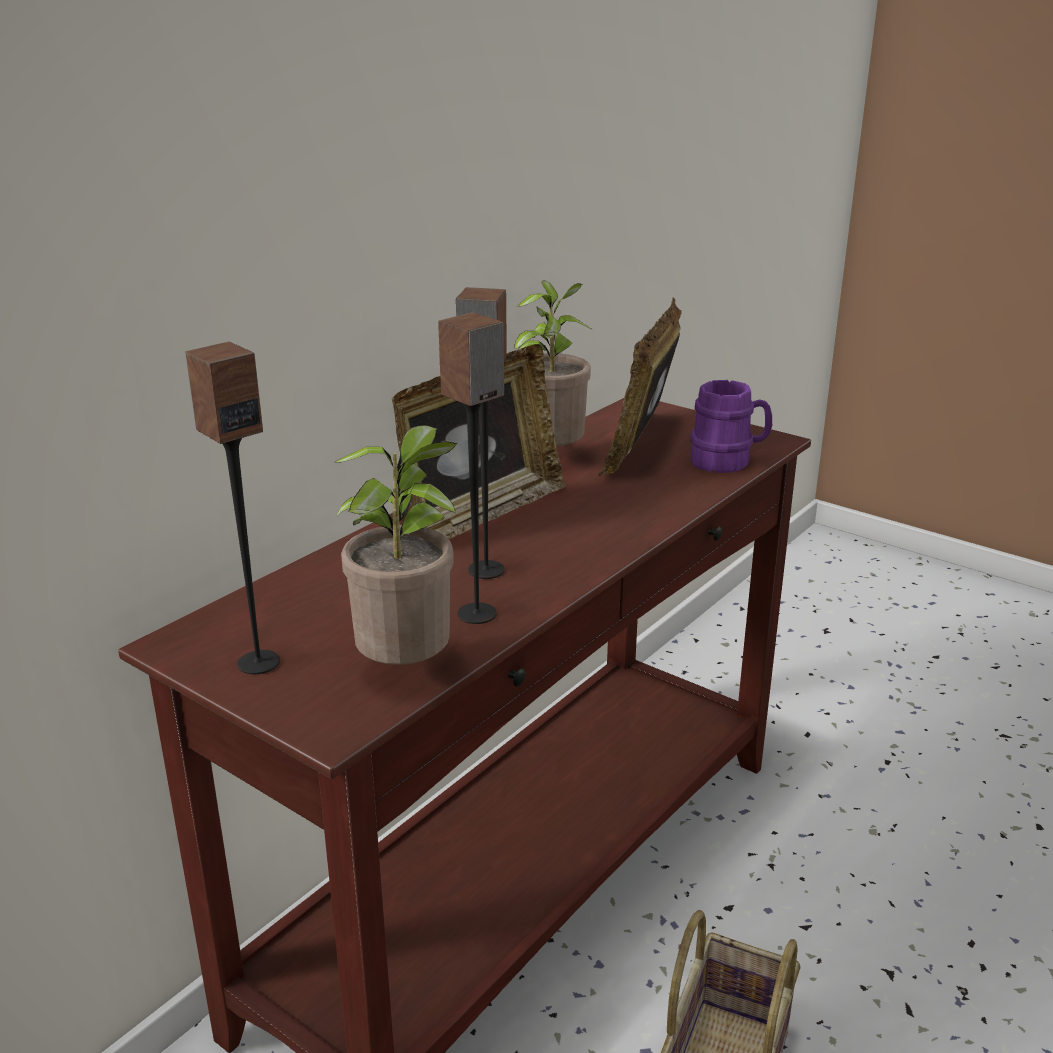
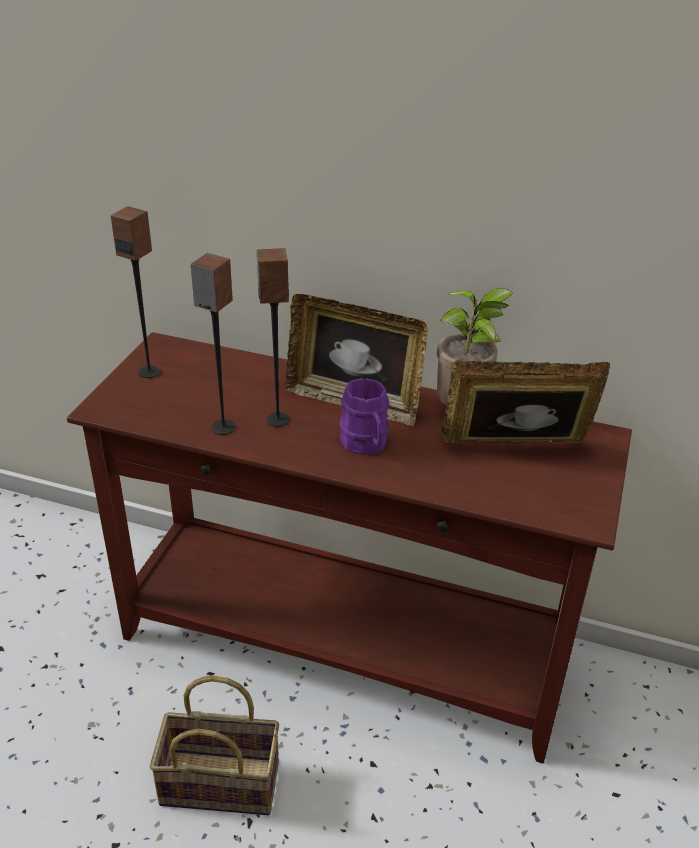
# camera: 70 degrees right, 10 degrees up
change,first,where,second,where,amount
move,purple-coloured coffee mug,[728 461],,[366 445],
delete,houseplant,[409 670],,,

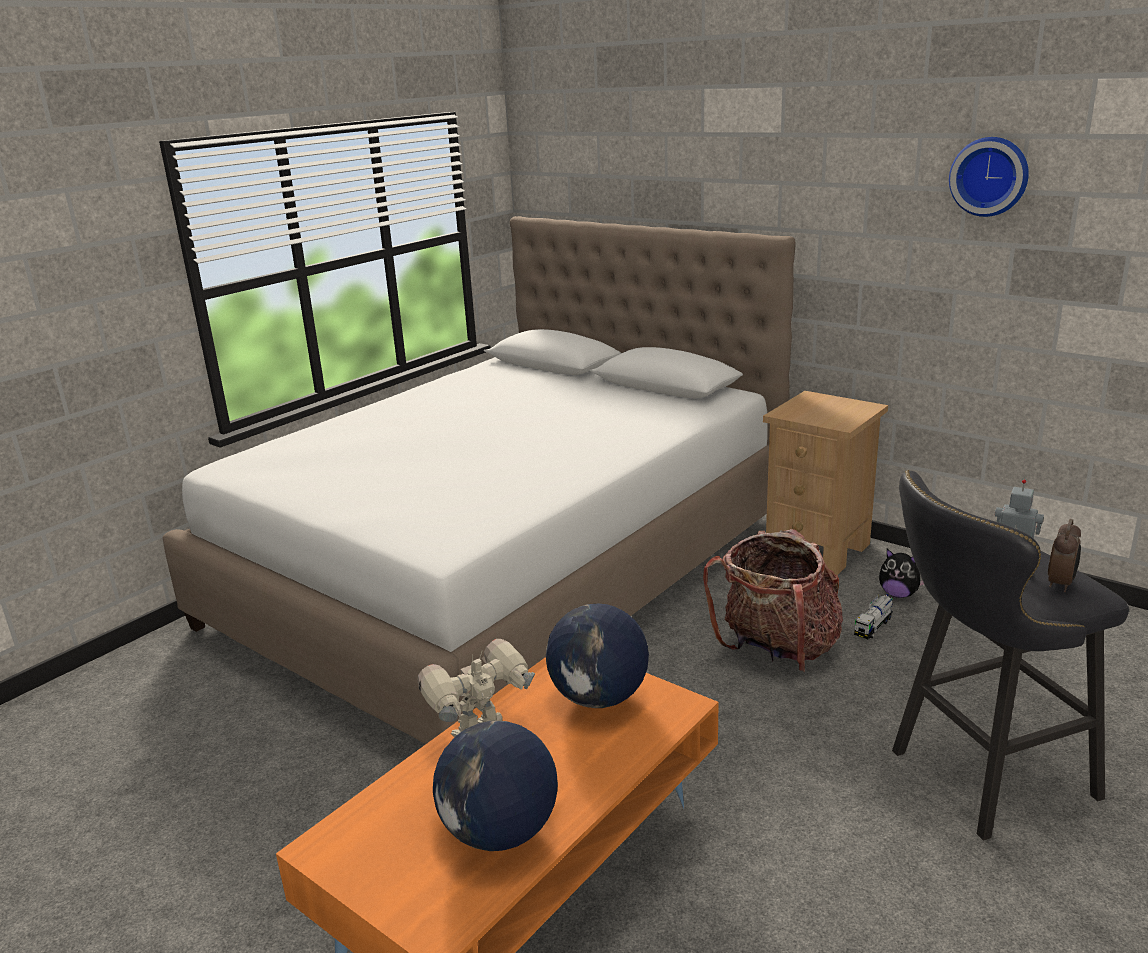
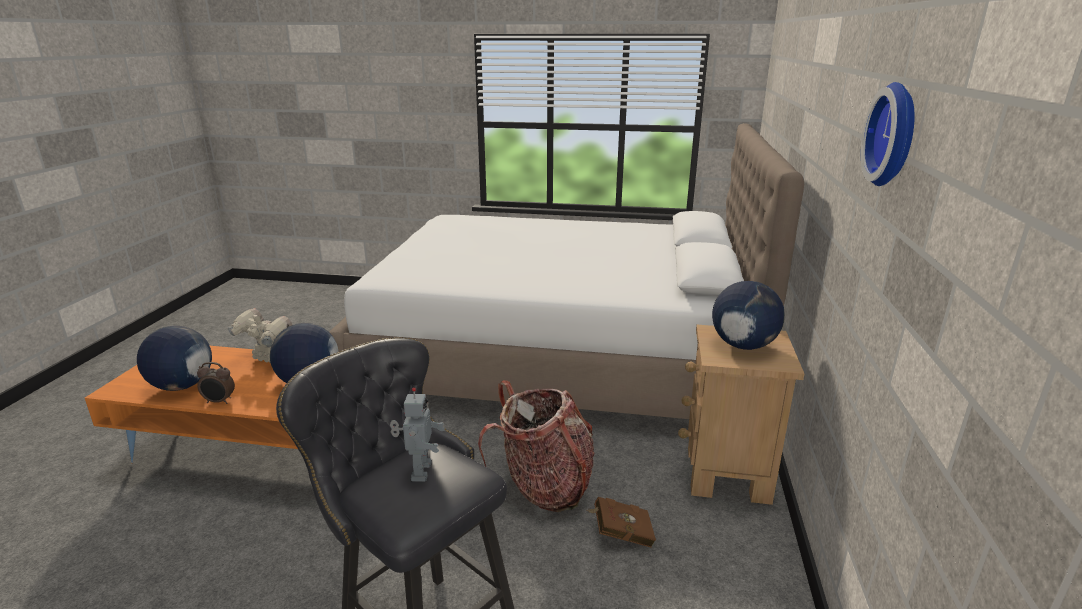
# camera: 60 degrees right, 0 degrees up
change,first,where,second,where,amount
move,alarm clock,[1061 584],,[219 401],
replace,toy lorry,[873 626],brown-coloured bound book,[620 533],
insert,,,globe,[743 345],
delete,plush toy,[898 594],,,

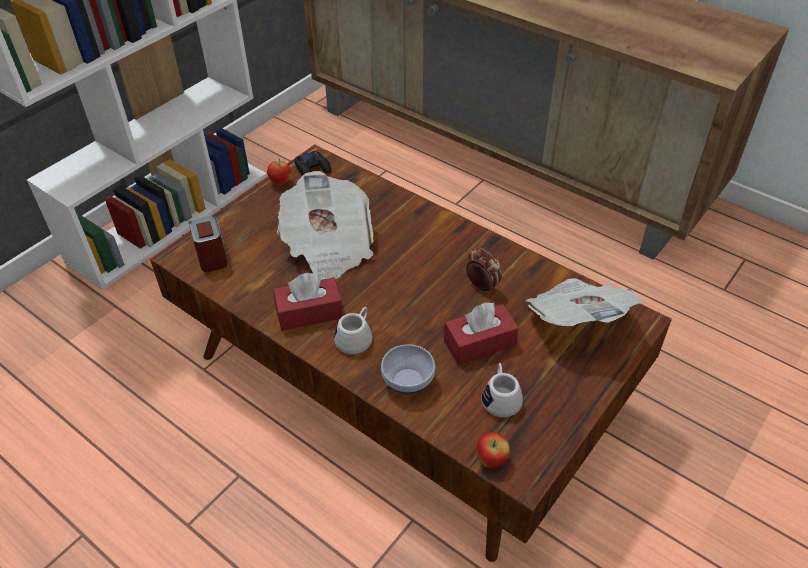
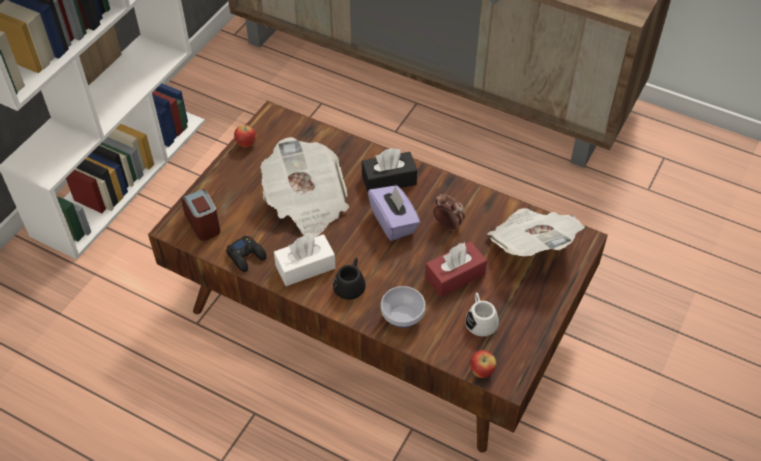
# camera: 10 degrees left, 5 degrees up
change,first,where,second,where,amount
move,black-coloured game controller,[313 169],,[246 256],
recolor,red tissue box,[309 312],white-coloured tissue box,[305 267],
recolor,white-coloured coffee mug,[356 337],black-coloured coffee mug,[350 284],
insert,,,black-coloured tissue box,[389 180],
insert,,,purple-coloured tissue box,[393 222],

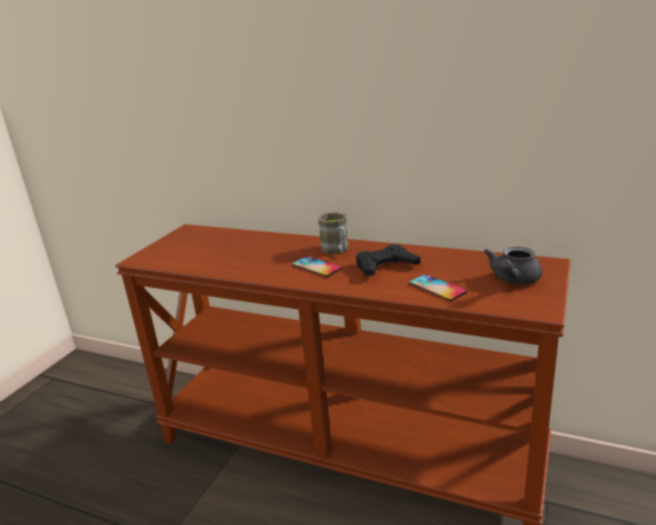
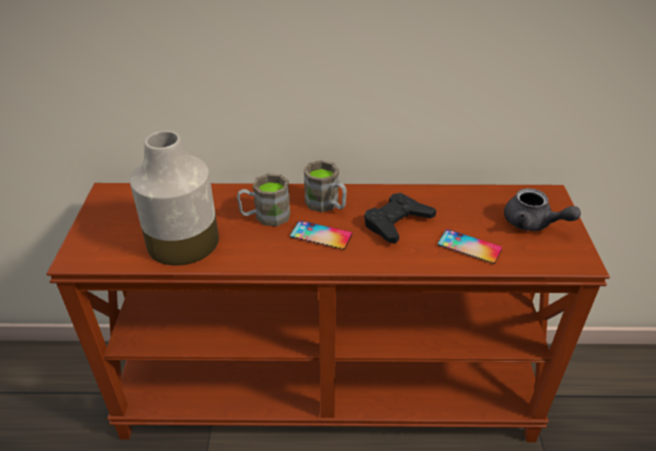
# camera: 25 degrees left, 15 degrees up
change,first,where,second,where,amount
insert,,,beige-coloured flower vase,[182 241],
insert,,,brown-coloured coffee mug,[265 216],
rotate,gray teapot,[513 280],,[532 224],60 degrees counterclockwise

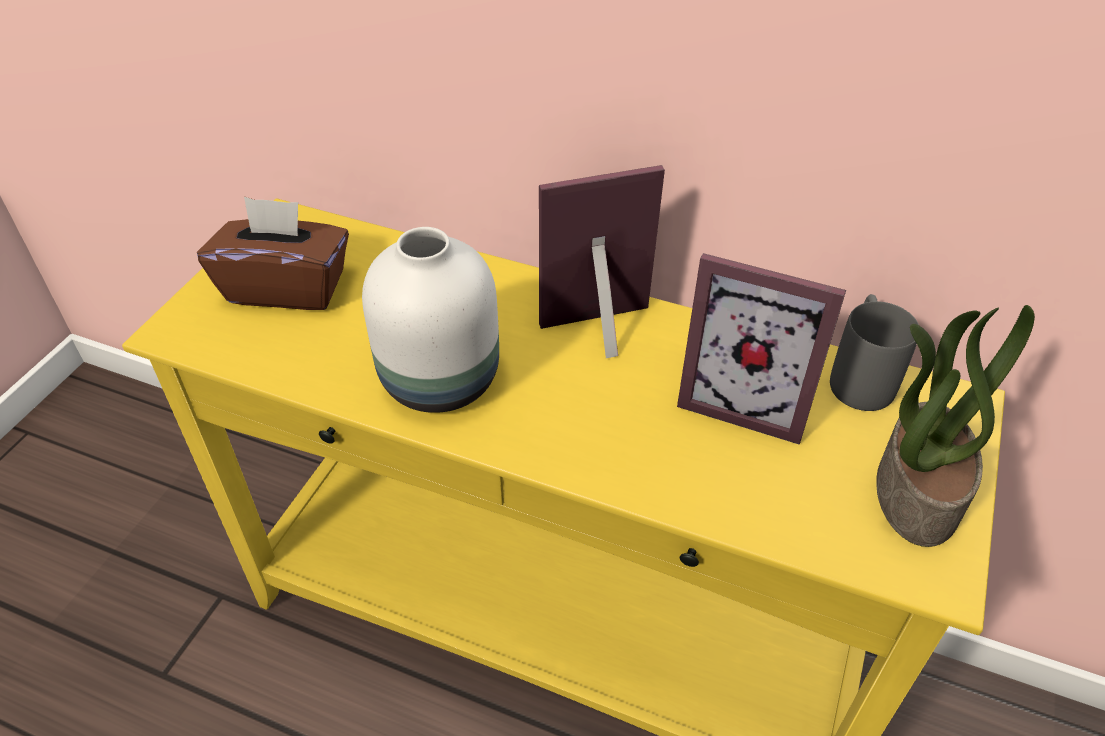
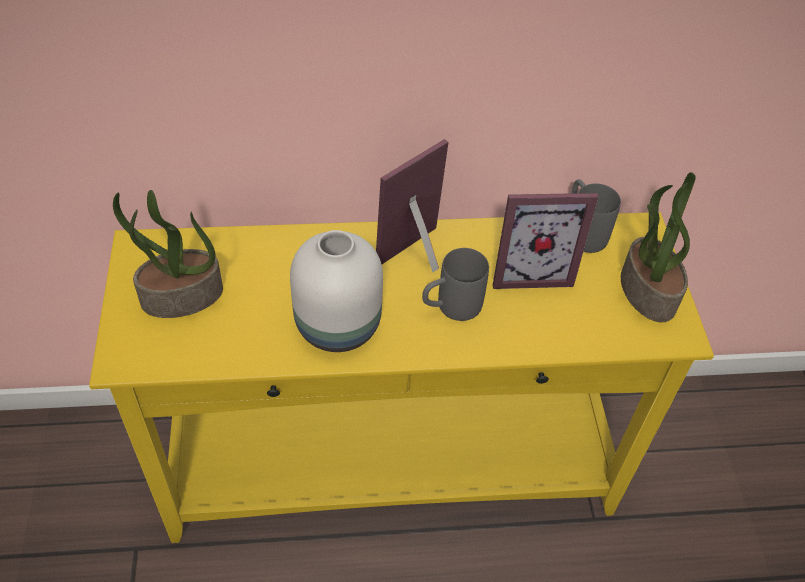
# camera: 30 degrees left, 5 degrees up
change,first,where,second,where,amount
replace,brown-coloured tissue box,[287 287],houseplant,[181 298],
insert,,,gray coffee mug,[450 307],

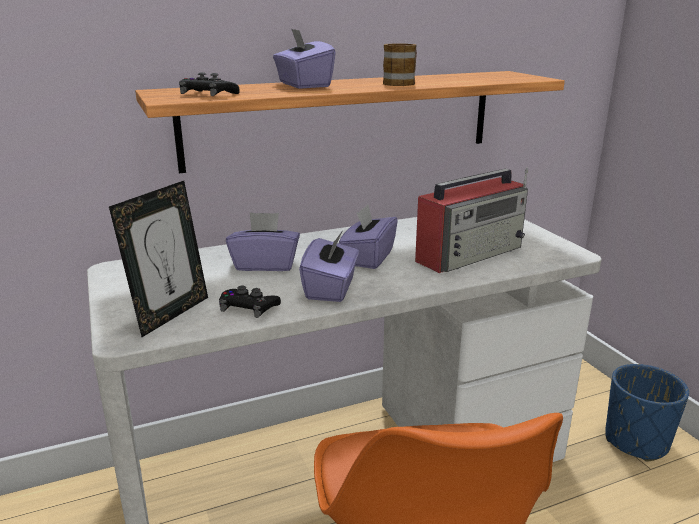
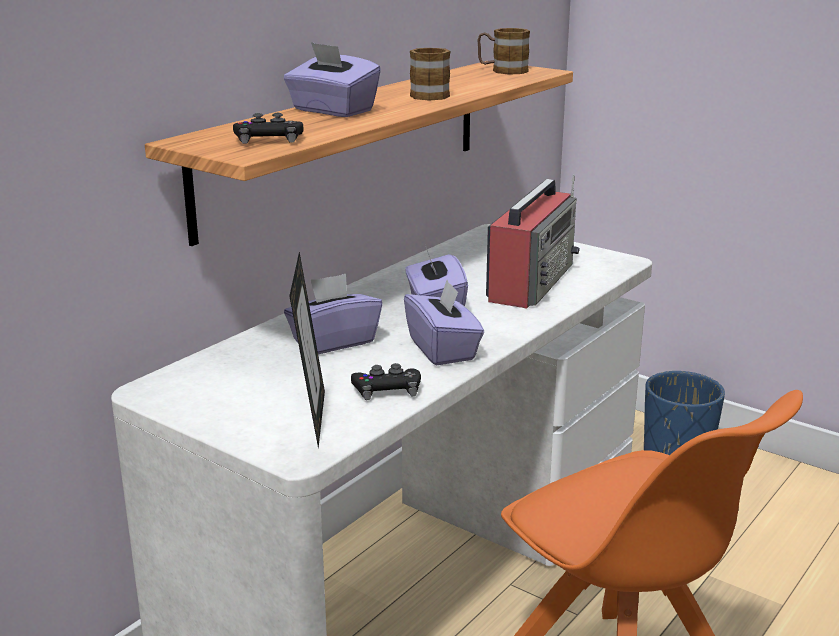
# camera: 30 degrees left, 0 degrees up
change,first,where,second,where,amount
insert,,,coffee mug,[502 71],

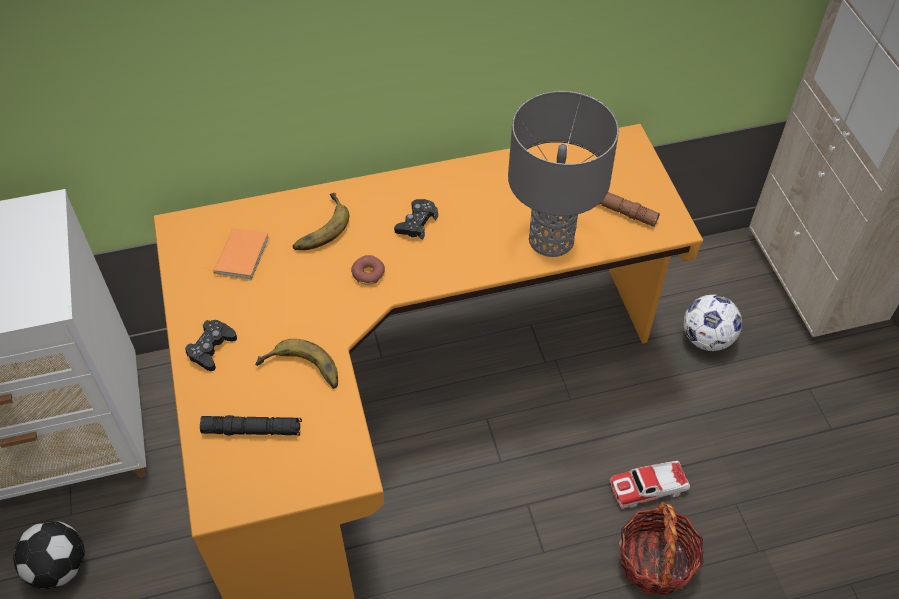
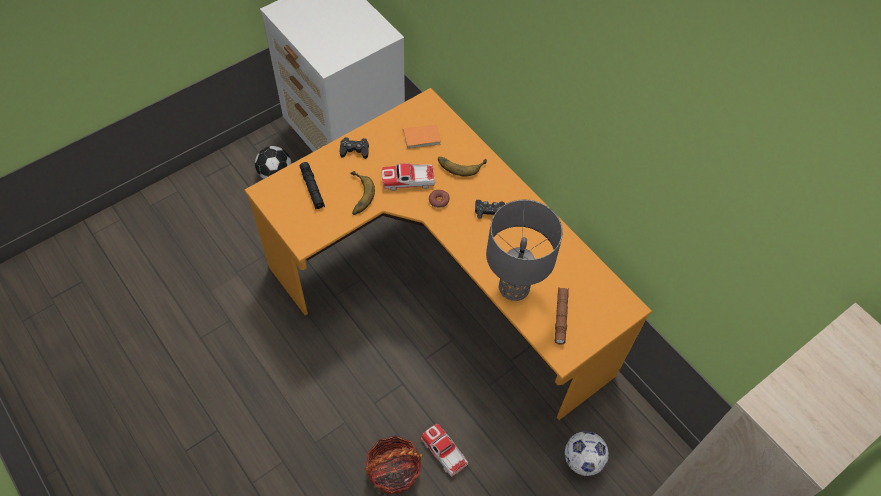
# camera: 65 degrees right, 5 degrees up
change,first,where,second,where,amount
insert,,,model car,[408 180],

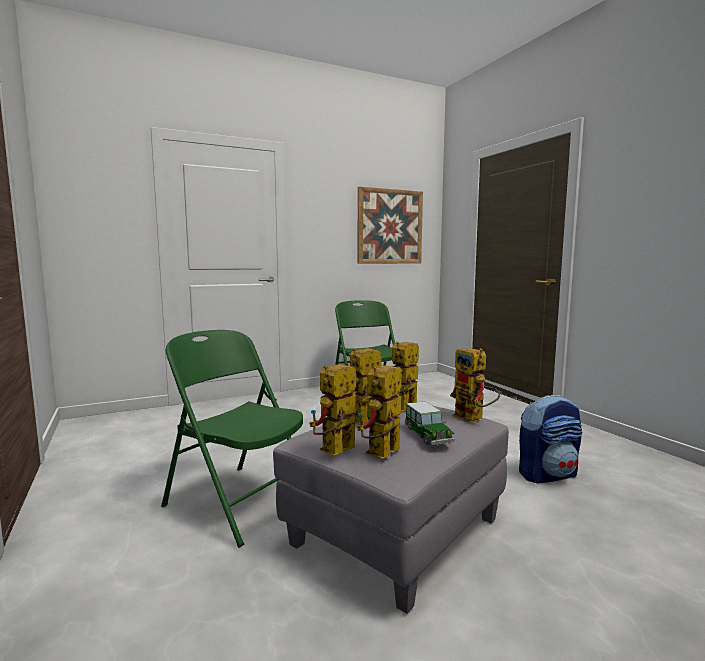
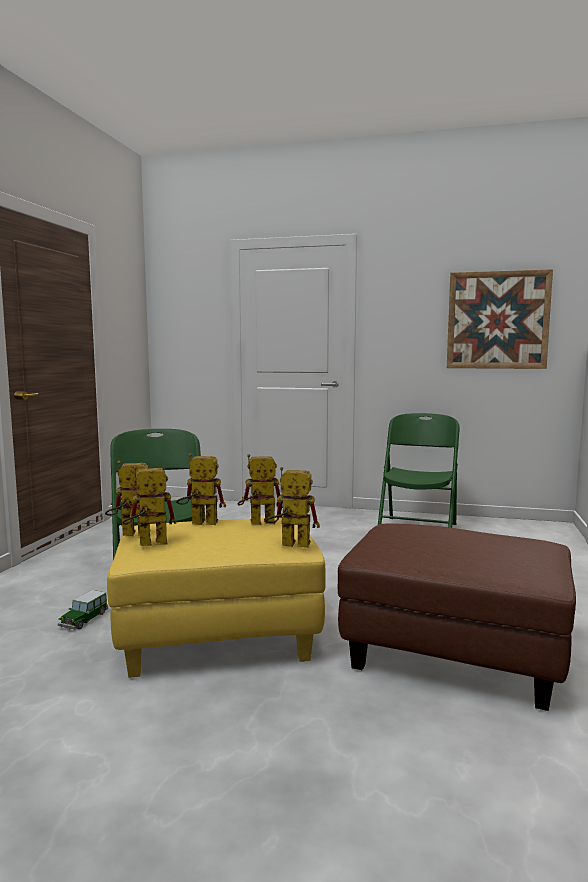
# camera: 40 degrees right, 0 degrees up
change,first,where,second,where,amount
move,model car,[428 435],,[84 620],
recolor,gray ottoman,[396 533],yellow-coloured ottoman,[217 636],
rotate,model robot,[474 419],,[289 544],90 degrees clockwise
replace,rucksack,[548 475],brown-coloured ottoman,[455 654],

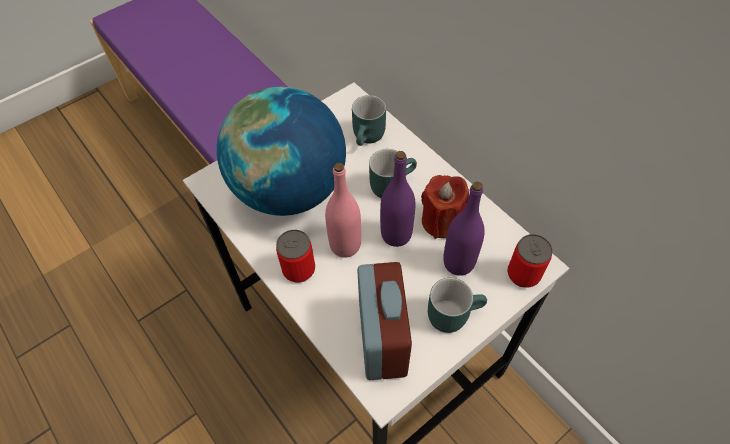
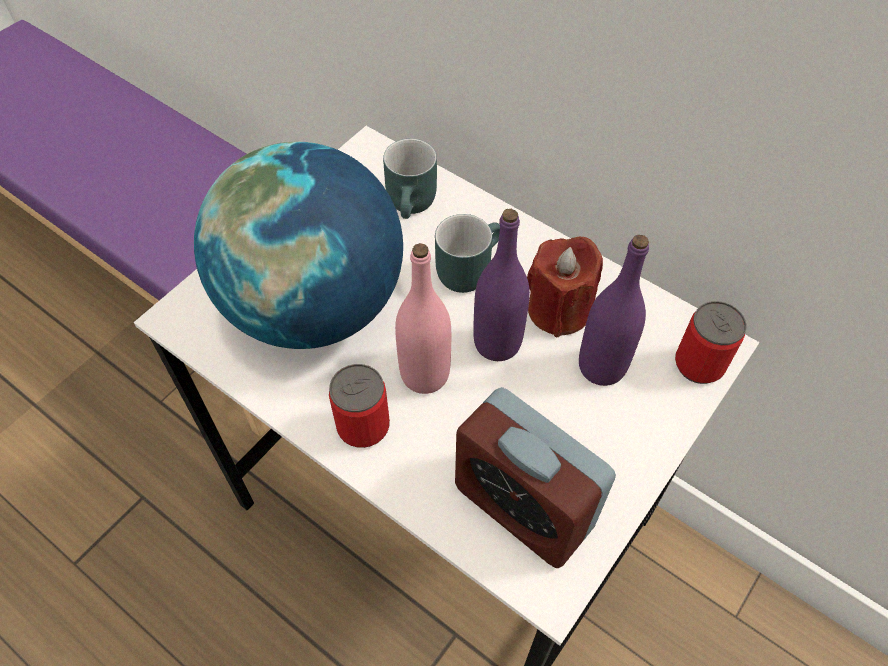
# camera: 15 degrees left, 0 degrees up
change,first,where,second,where,amount
rotate,alarm clock,[382 339],,[523 506],150 degrees clockwise
delete,turquoise coffee mug,[452 312],,,

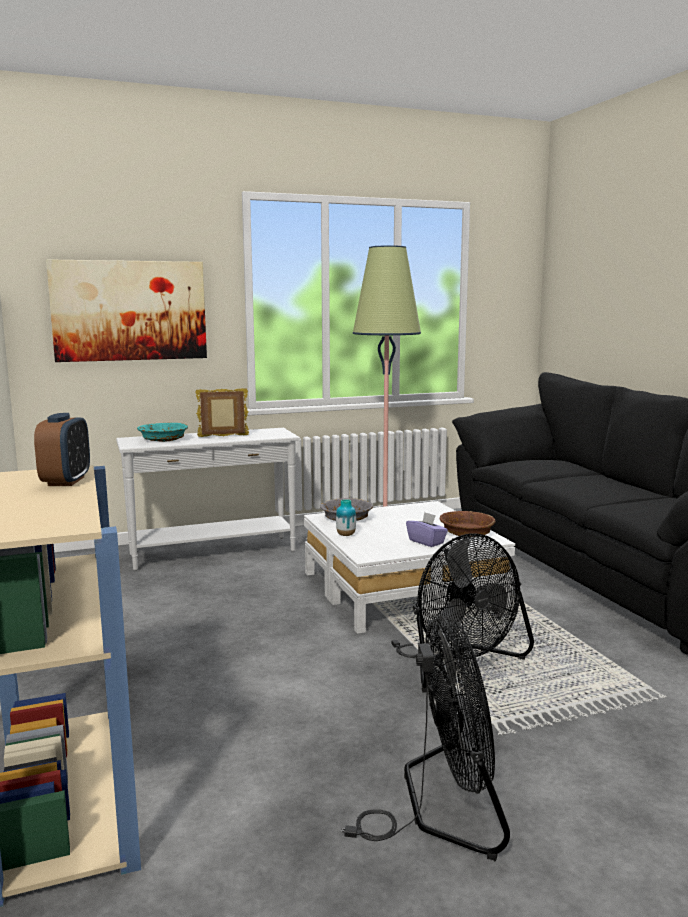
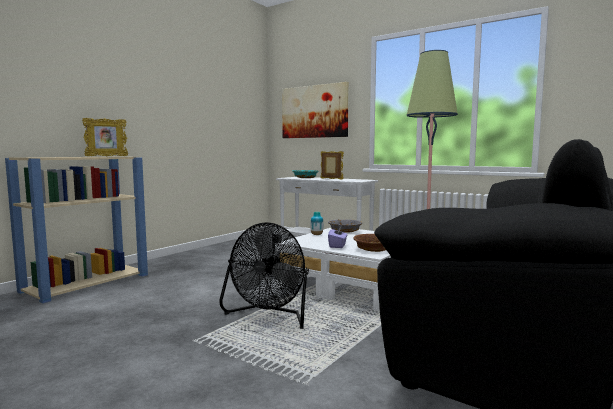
# camera: 55 degrees right, 5 degrees down
change,first,where,second,where,amount
replace,alarm clock,[66 481],photo frame,[106 156],
delete,black-coloured cooling fan,[437 802],,,

